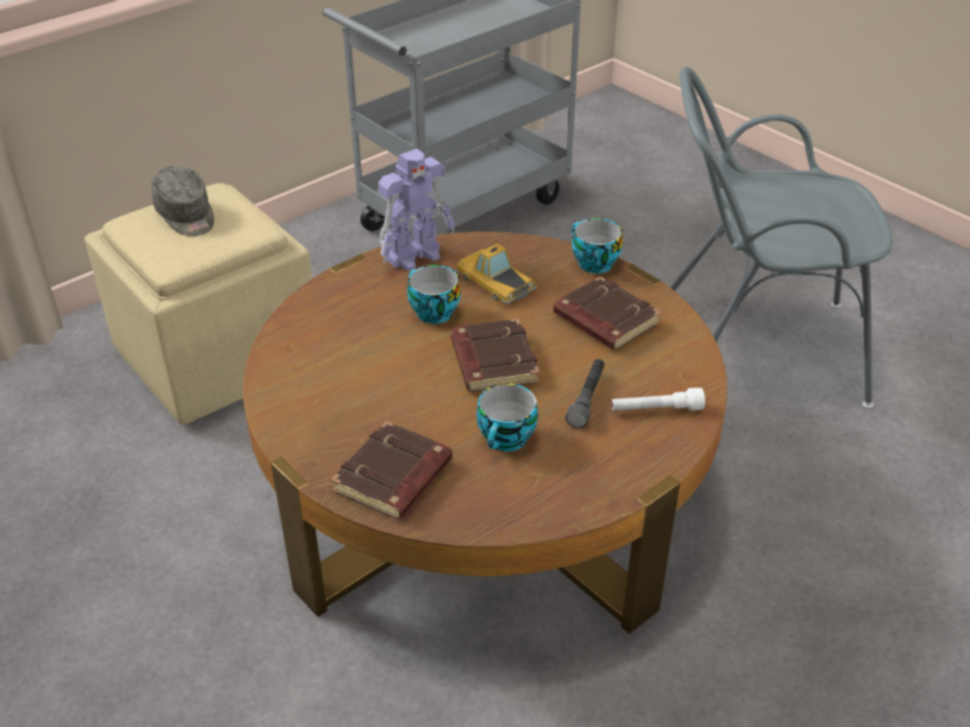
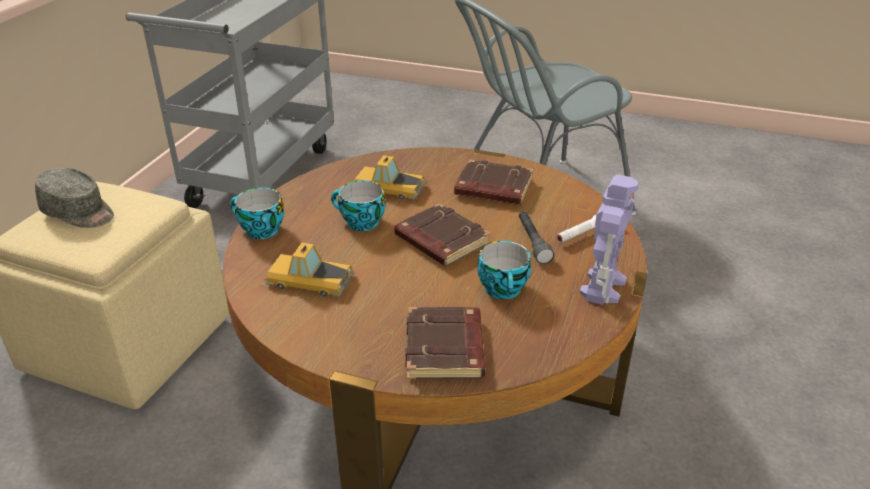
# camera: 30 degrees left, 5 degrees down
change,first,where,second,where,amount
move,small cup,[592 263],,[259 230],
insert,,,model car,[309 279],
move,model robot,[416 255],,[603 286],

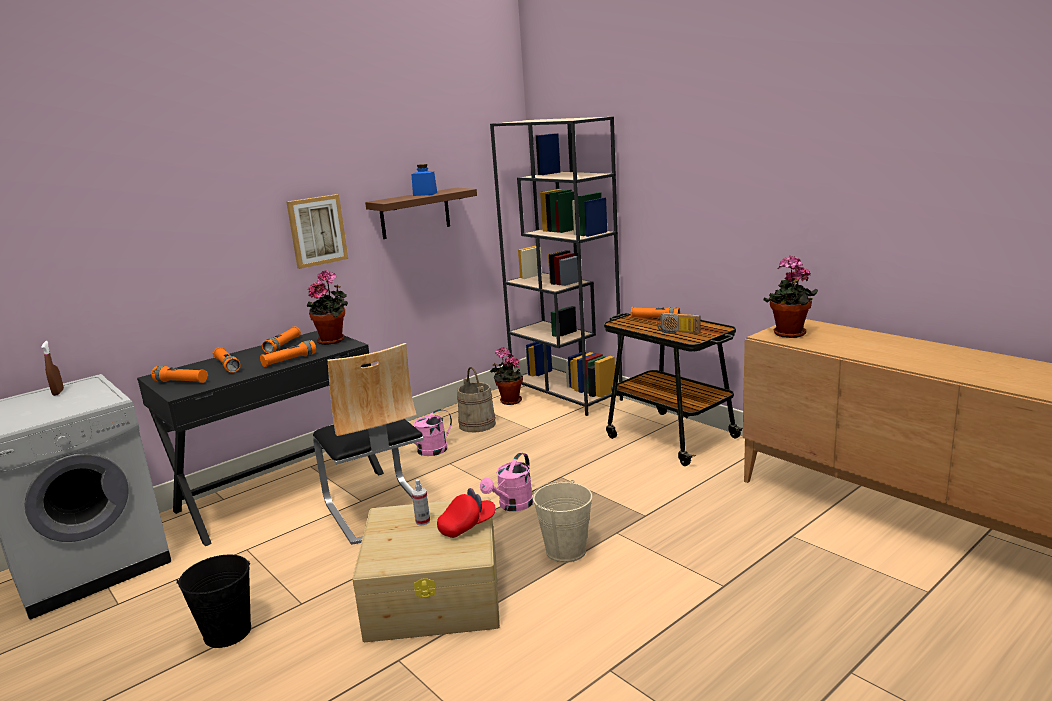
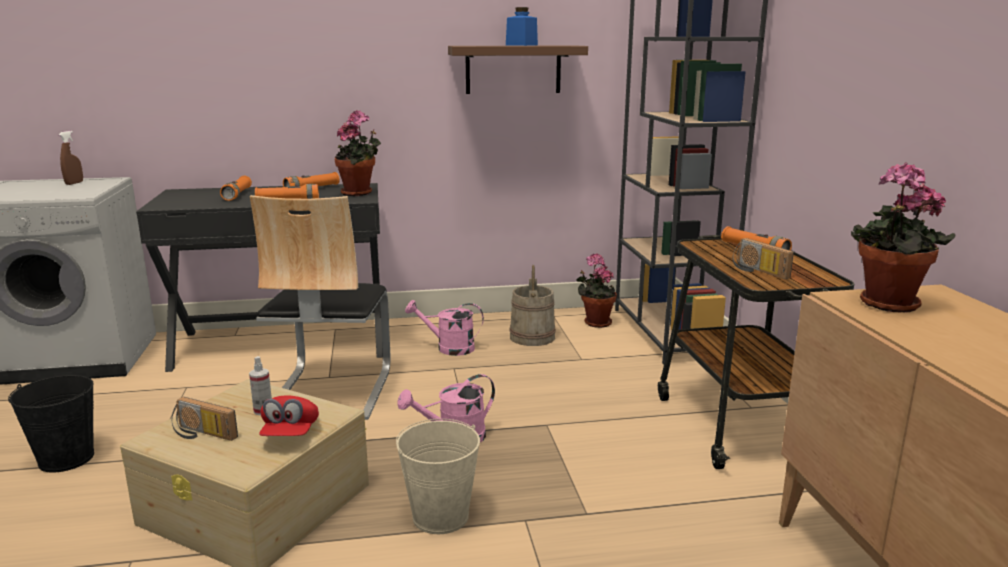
# camera: 30 degrees right, 0 degrees up
change,first,where,second,where,amount
insert,,,radio,[202 434],
rotate,red peaked cap,[467 526],,[290 434],90 degrees clockwise
delete,orange flashlight,[181 382],,,
delete,wall art,[317 230],,,

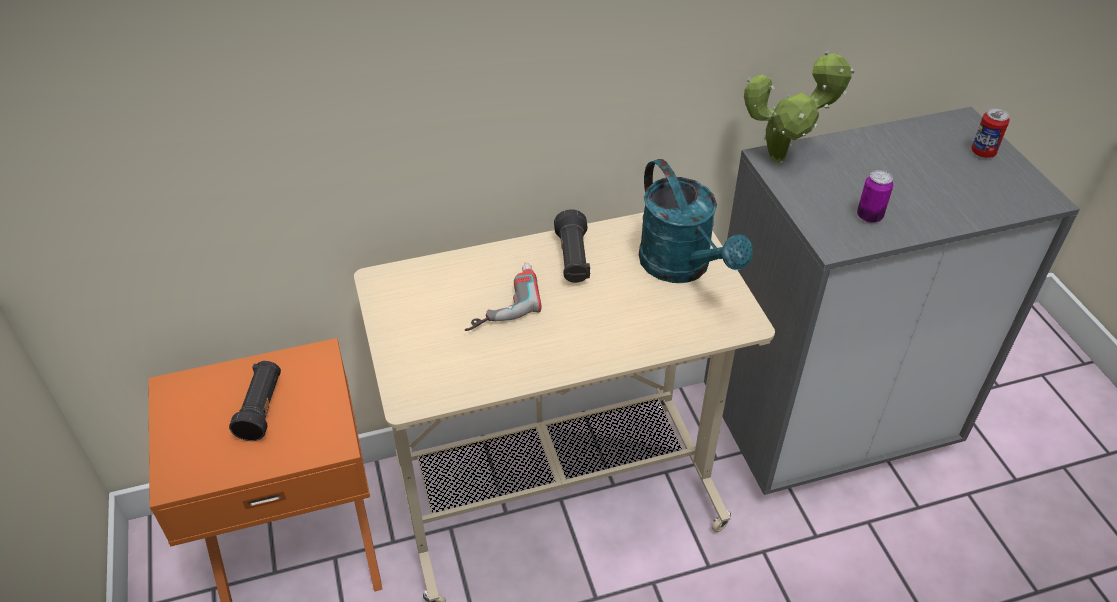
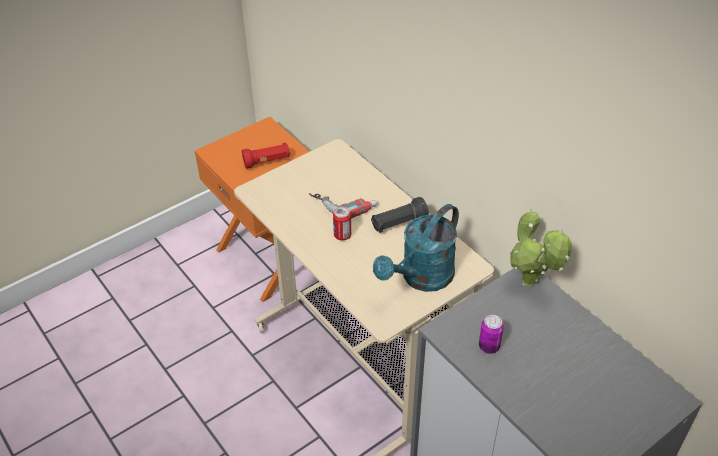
# camera: 70 degrees right, 0 degrees up
change,first,where,second,where,amount
recolor,black-coloured flashlight,[261 409],red flashlight,[267 162],
move,sealed can,[983 152],,[342 235],

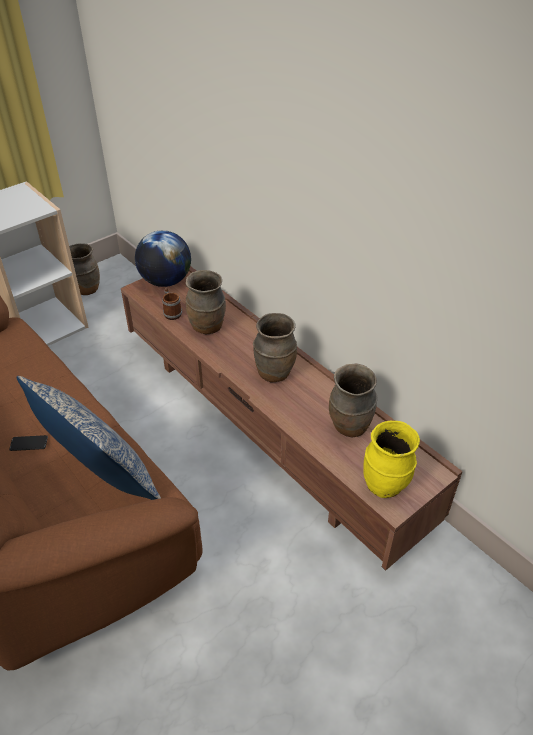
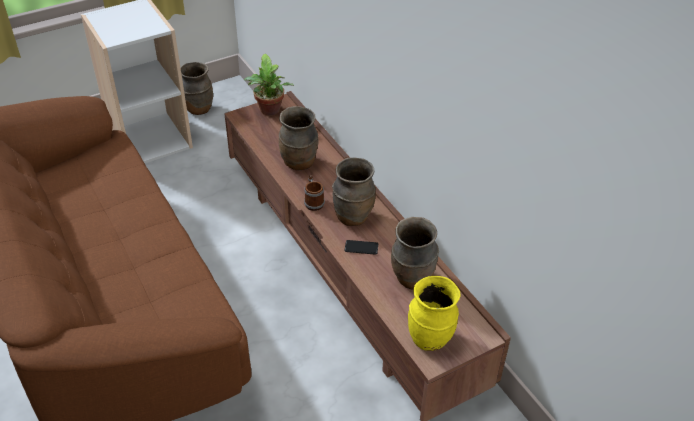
# camera: 10 degrees right, 0 degrees up
change,first,where,second,where,amount
replace,globe,[166 281],houseplant,[270 112],
move,coffee mug,[171 312],,[313 202],
move,telephone,[29 443],,[361 247],
delete,throw pillow,[102 479],,,

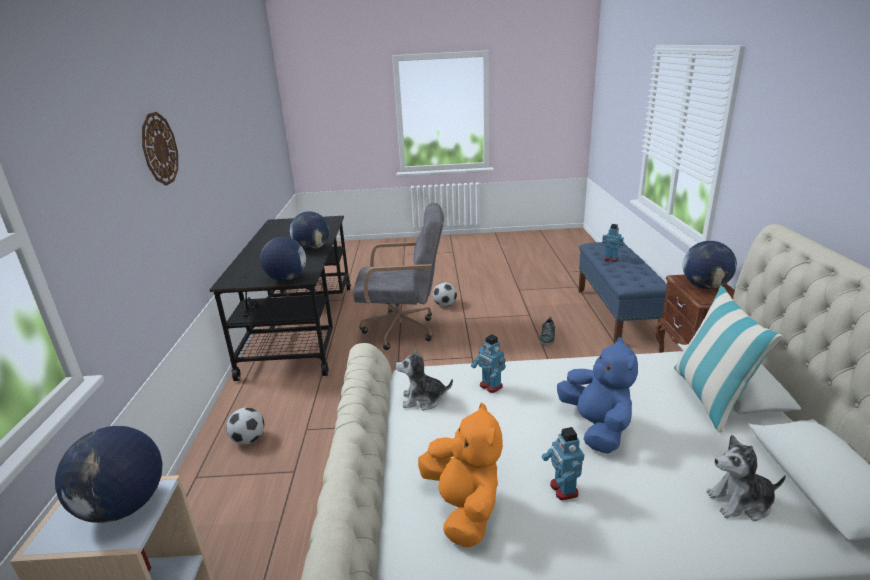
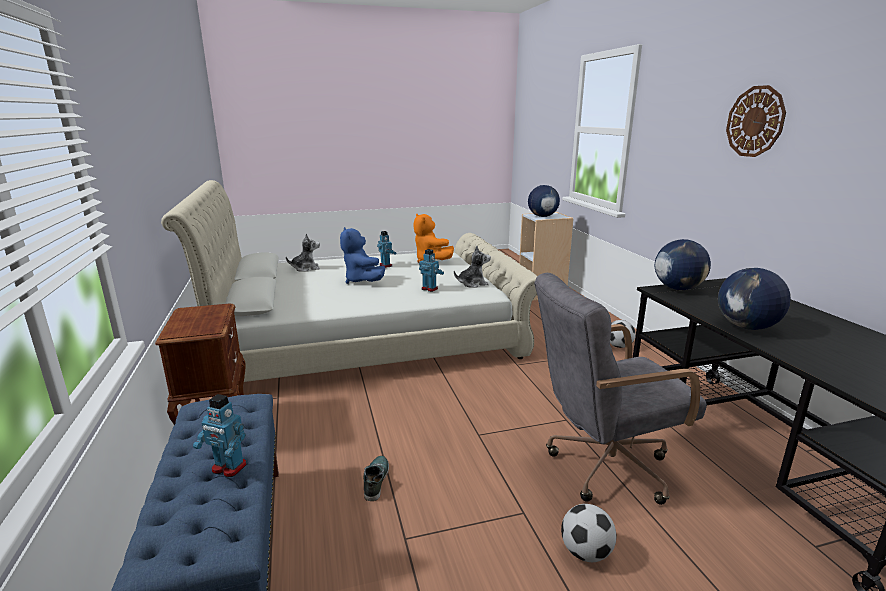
# camera: 165 degrees right, 5 degrees down
change,first,where,second,where,amount
delete,throw pillow,[710 397],,,
delete,globe,[705 286],,,

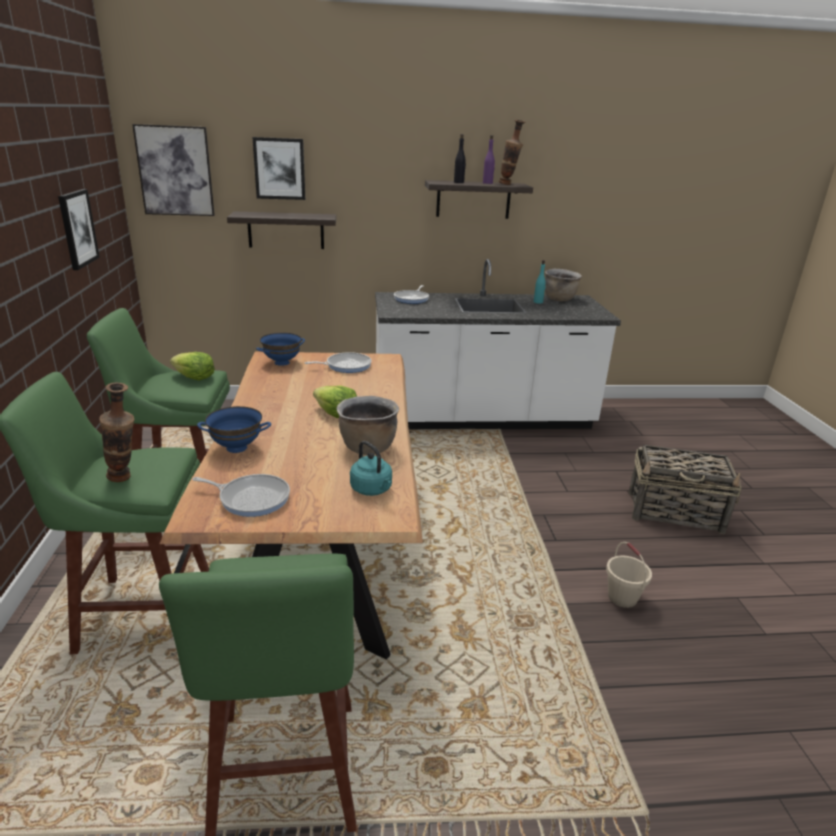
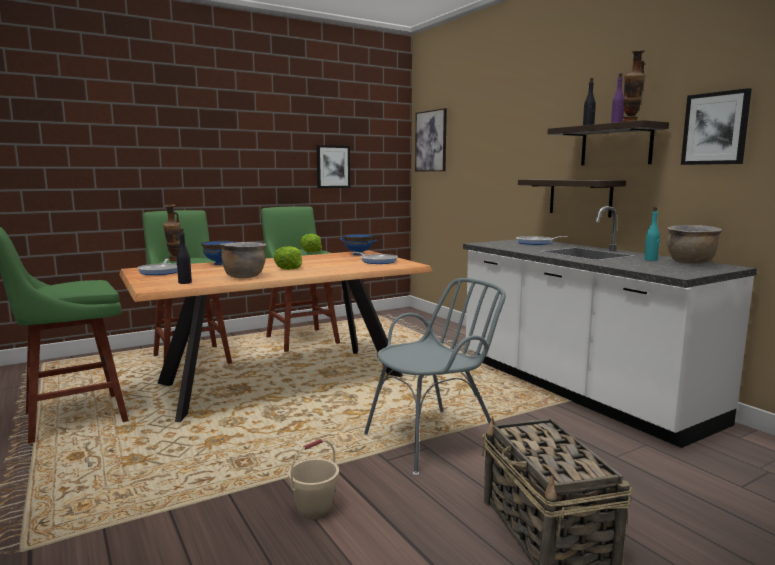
# camera: 65 degrees right, 15 degrees down
change,first,where,second,where,amount
replace,turquoise water kettle,[372 490],black-coloured drink bottle,[184 282],
insert,,,gray plain chair,[435 438],
move,bracket shelf,[286 230],,[580 197],
move,wall art,[279 168],,[715 128],

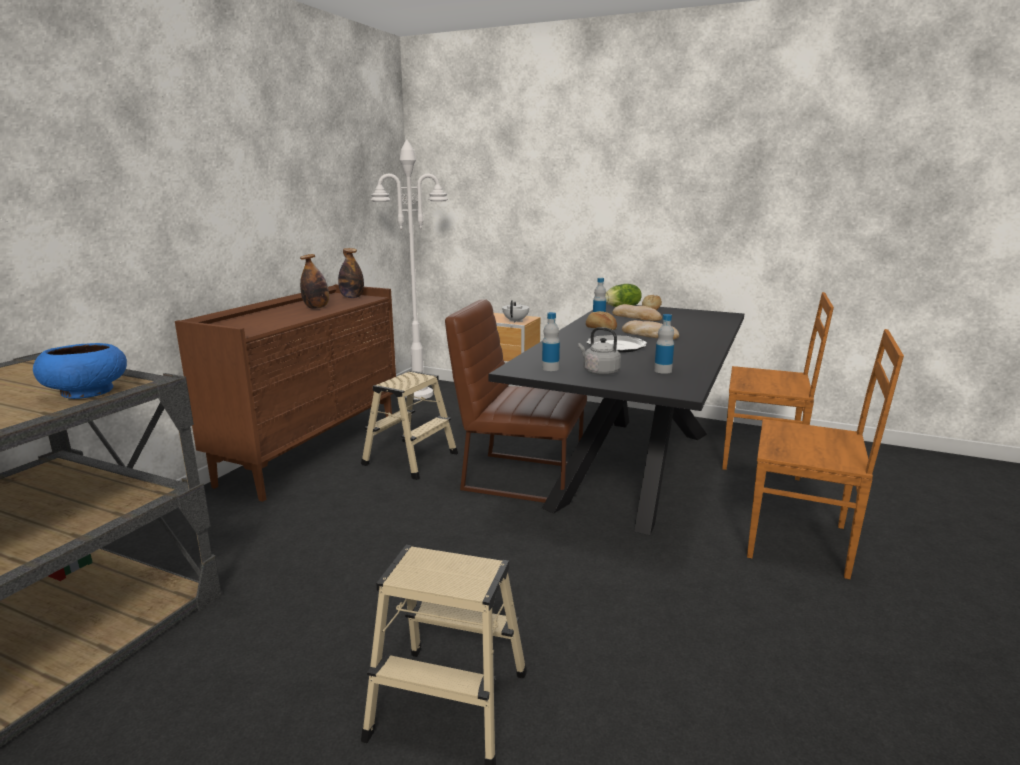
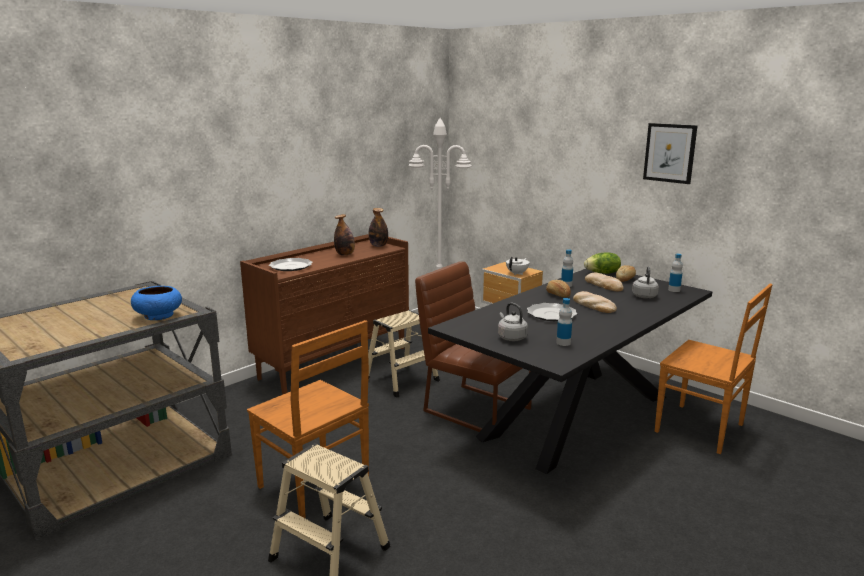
# camera: 20 degrees right, 0 degrees up
change,first,where,second,where,amount
move,brown-coloured plain chair,[801 542],,[315 486],
insert,,,dinner plate,[290 266],
insert,,,gray water kettle,[644 296],
insert,,,wall art,[669 153],
move,drink bottle,[550 368],,[674 290],

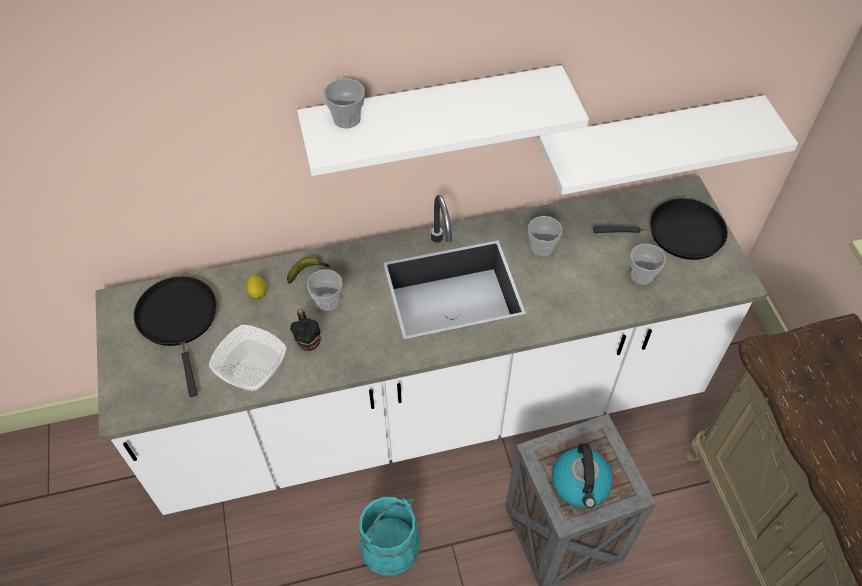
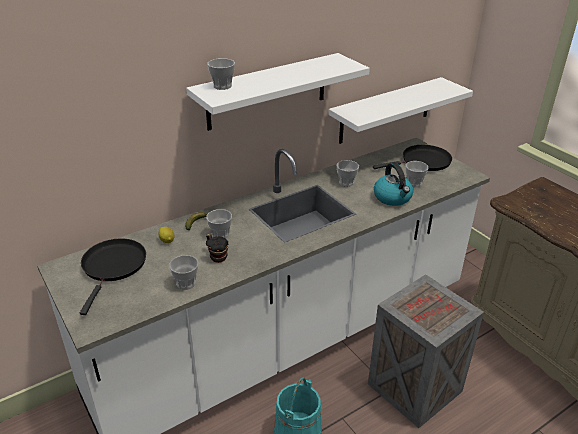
# camera: 20 degrees left, 20 degrees down
change,first,where,second,where,amount
rotate,black-coloured frying pan,[179 320],,[113 267],45 degrees clockwise
replace,bowl,[253 374],small cup,[186 283],
move,water kettle,[580 484],,[393 198],

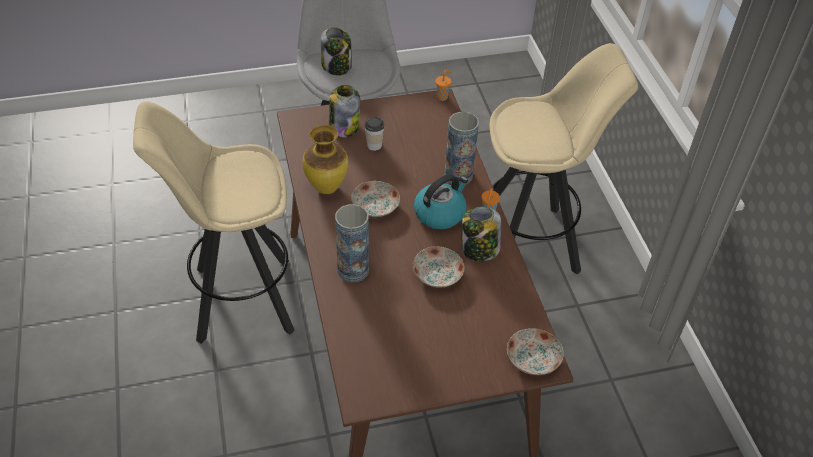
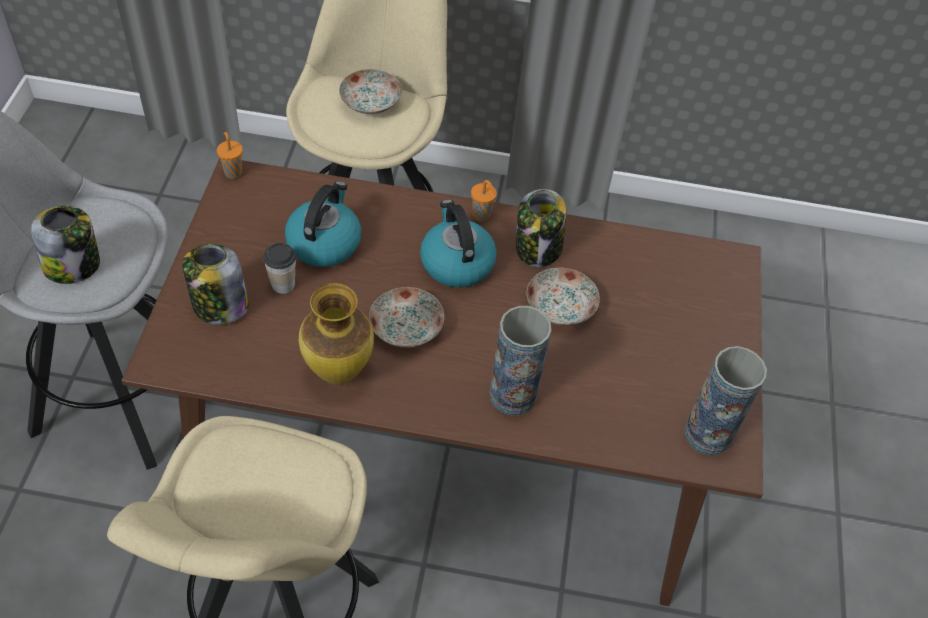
# camera: 70 degrees left, 5 degrees up
change,first,where,second,where,amount
insert,,,water kettle,[324 242],
move,dinner plate,[532 359],,[371 102],
move,flower vase,[458 175],,[708 433],

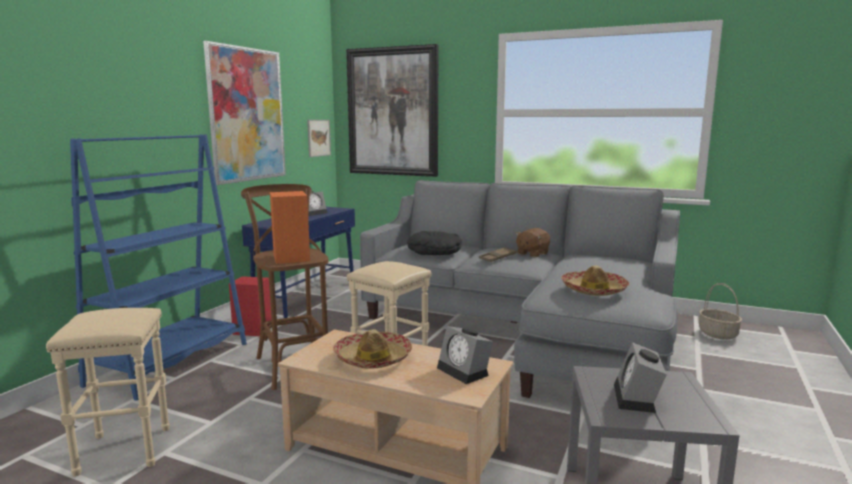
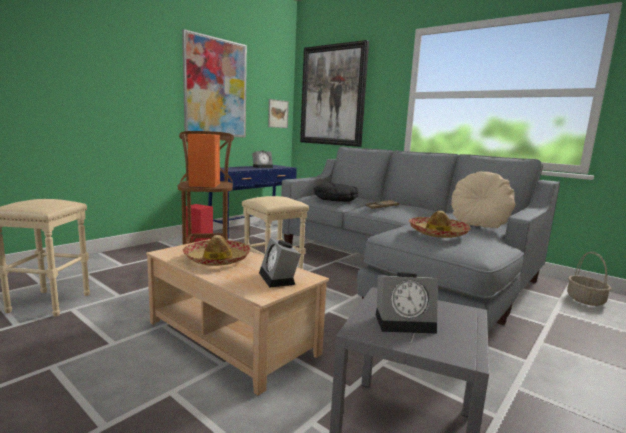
# camera: 15 degrees right, 0 degrees up
change,first,where,second,where,amount
rotate,alarm clock,[637 399],,[406 322],120 degrees counterclockwise
insert,,,beige-coloured throw pillow,[478 225],
delete,blue-coloured bookshelf,[171 364],,,
delete,brown-coloured plush toy,[532 254],,,

